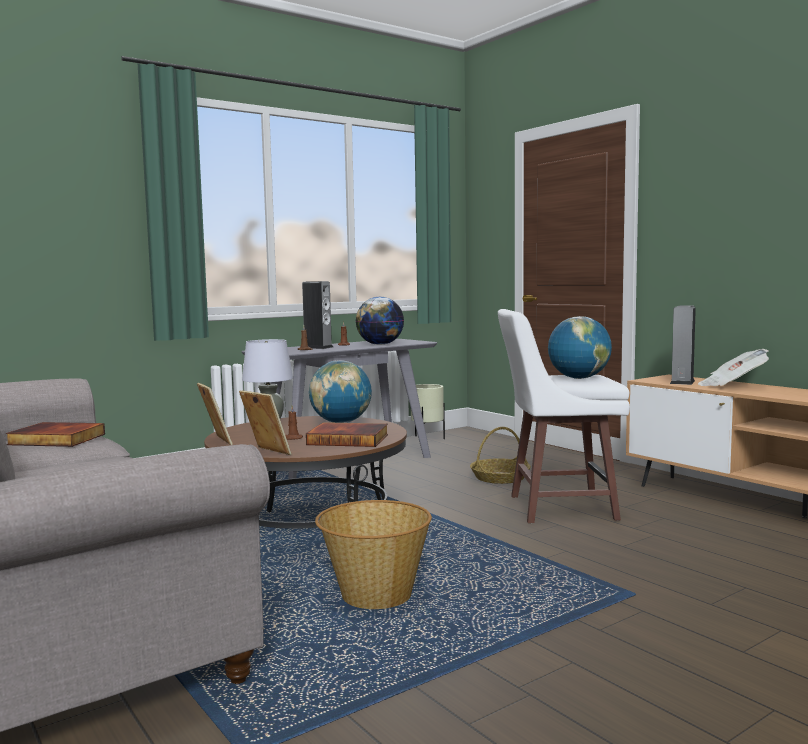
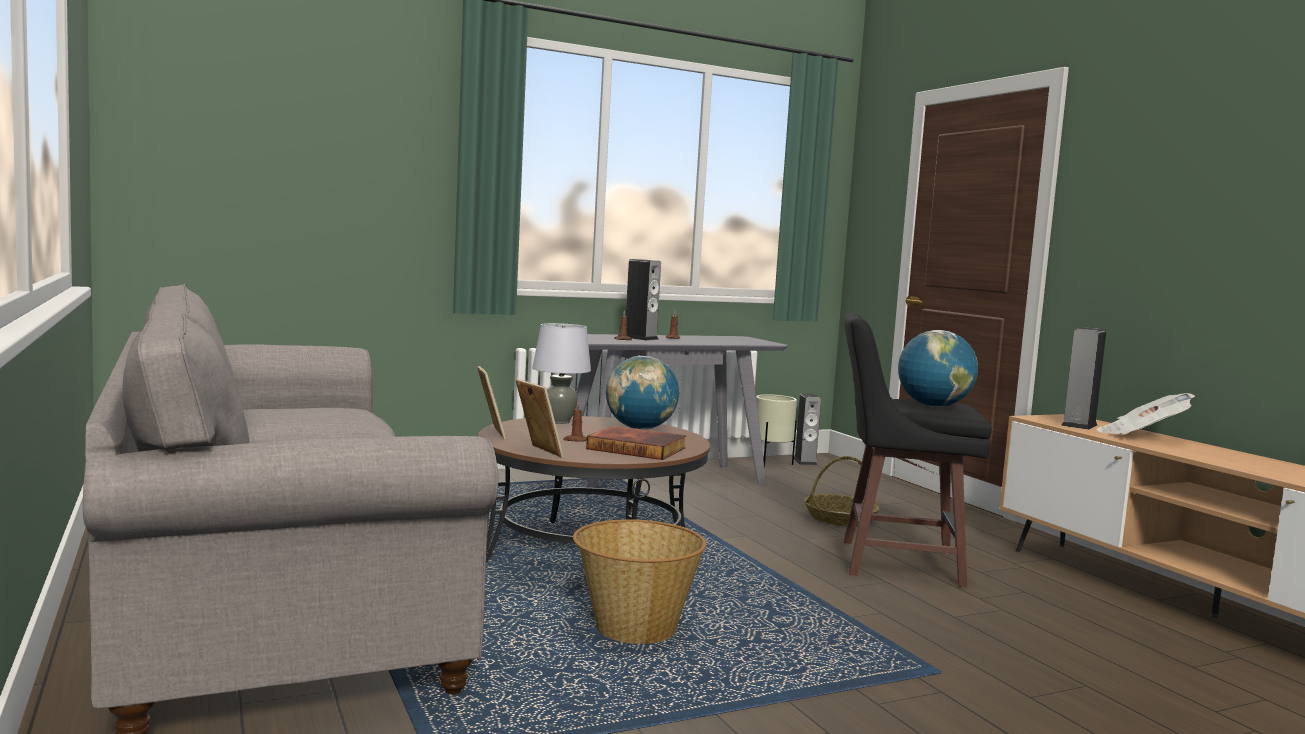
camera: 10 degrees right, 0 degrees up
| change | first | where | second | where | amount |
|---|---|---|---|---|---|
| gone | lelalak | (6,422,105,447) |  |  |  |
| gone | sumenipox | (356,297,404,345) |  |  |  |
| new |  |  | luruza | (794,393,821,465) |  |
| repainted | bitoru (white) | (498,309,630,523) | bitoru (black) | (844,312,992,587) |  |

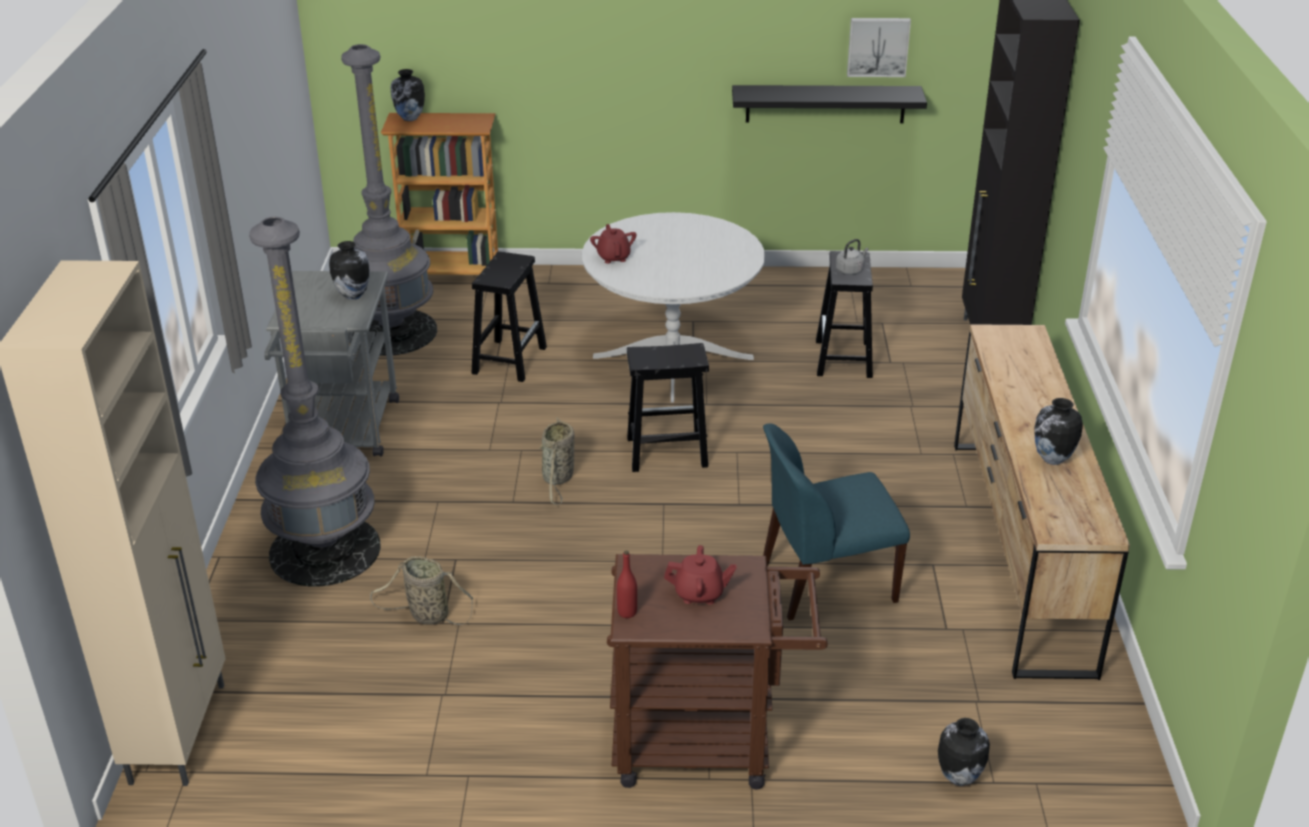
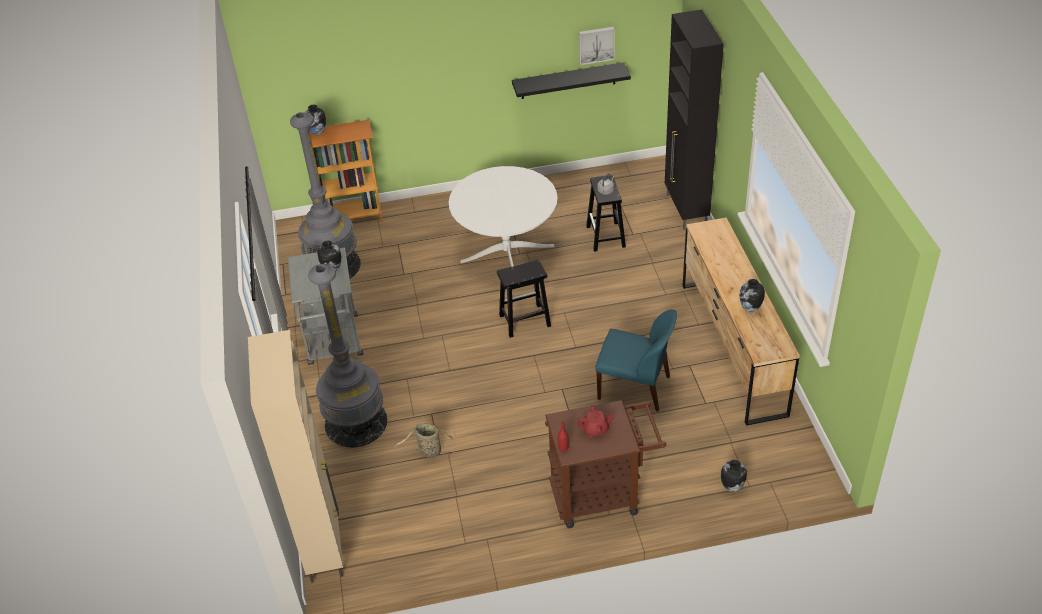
camera: 10 degrees left, 10 degrees up
| change | first | where | second | where | amount |
|---|---|---|---|---|---|
| gone | bitoru (black) | (471,252,547,382) |  |  |  |
| gone | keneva | (538,418,575,505) |  |  |  |
| gone | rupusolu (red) | (590,224,636,264) |  |  |  |
| rotated | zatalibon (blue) | (763,423,910,620) |  | (595,309,677,412) | 135 degrees counterclockwise |

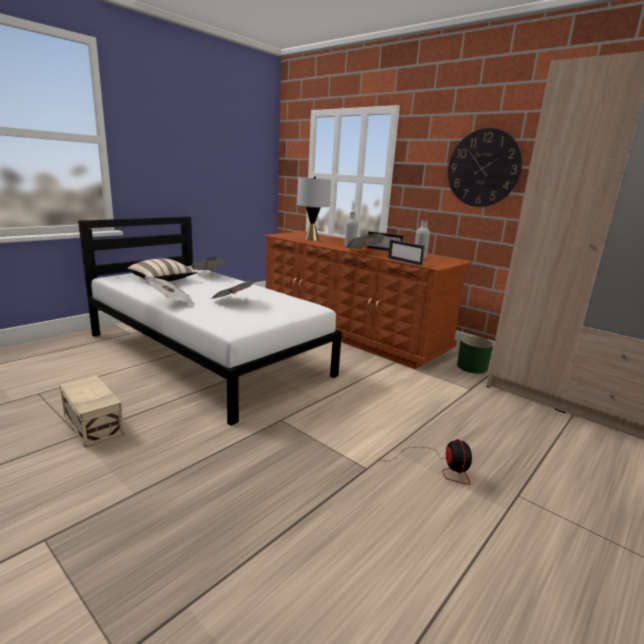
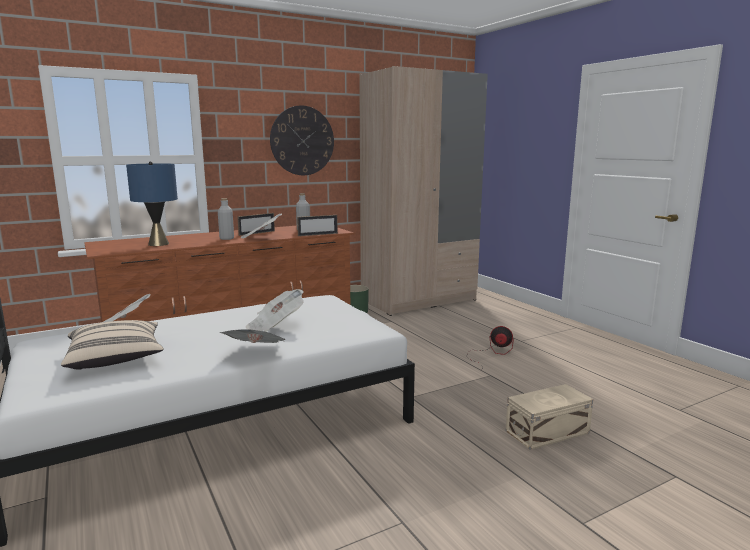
camera: 70 degrees left, 5 degrees down
| change | first | where | second | where | amount |
|---|---|---|---|---|---|
| shifted | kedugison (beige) | (60,376,124,448) |  | (506,384,593,450) |  |
| repainted | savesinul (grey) | (297,176,331,241) | savesinul (blue) | (126,161,178,246) |  |

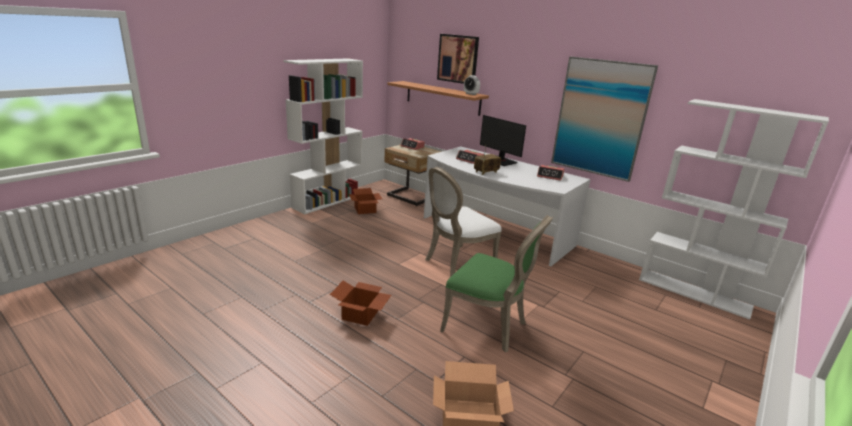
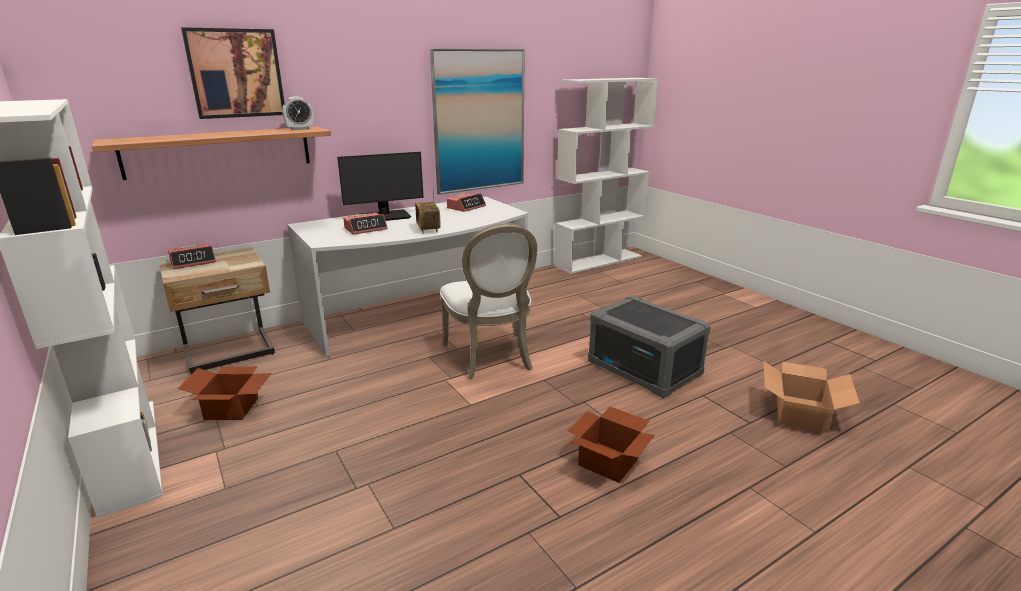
camera: 70 degrees left, 0 degrees up
| change | first | where | second | where | amount |
|---|---|---|---|---|---|
| swapped | zatalibon (green) | (440,215,553,352) | kedugison (grey) | (588,295,711,398) |  |

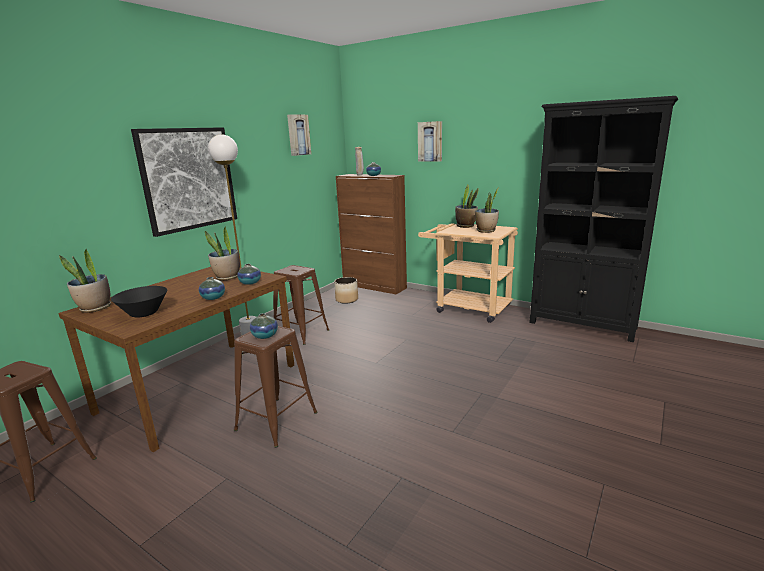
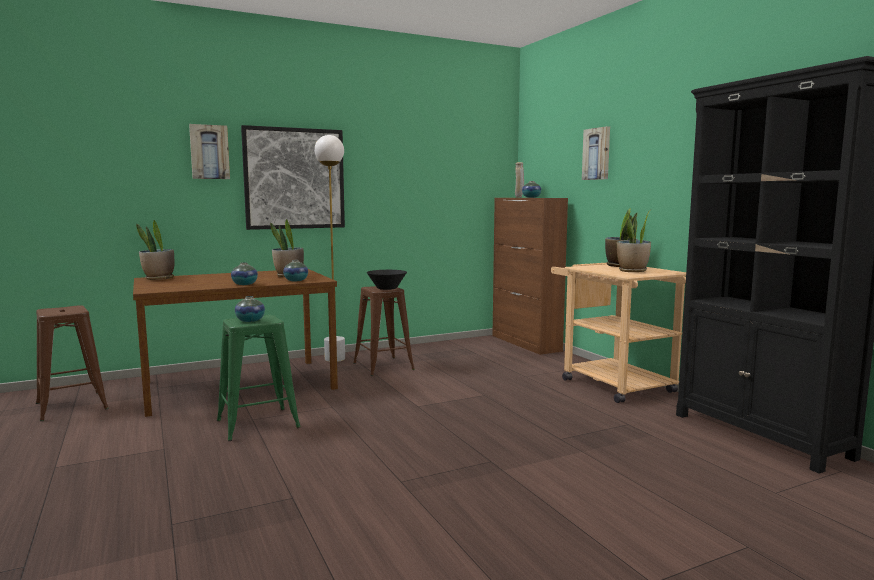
camera: 30 degrees right, 10 degrees down
| change | first | where | second | where | amount |
|---|---|---|---|---|---|
| gone | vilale | (334,277,358,304) |  |  |  |
| shifted | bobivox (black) | (111,286,167,317) |  | (367,270,407,290) |  |
| shifted | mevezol | (287,114,311,156) |  | (189,124,230,179) |  |
| repainted | bitoru (brown) | (234,326,317,448) | bitoru (green) | (217,315,301,441) |  |

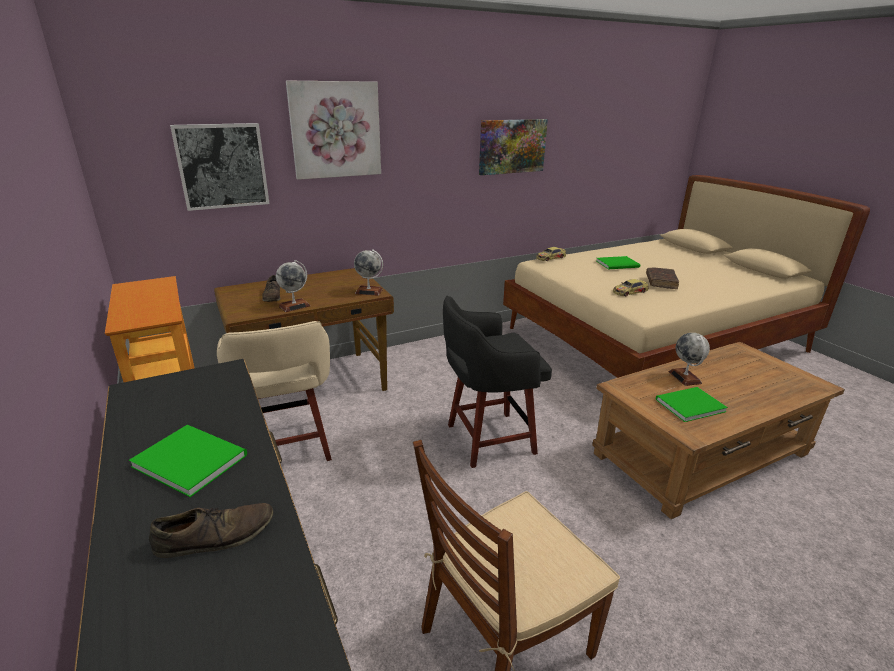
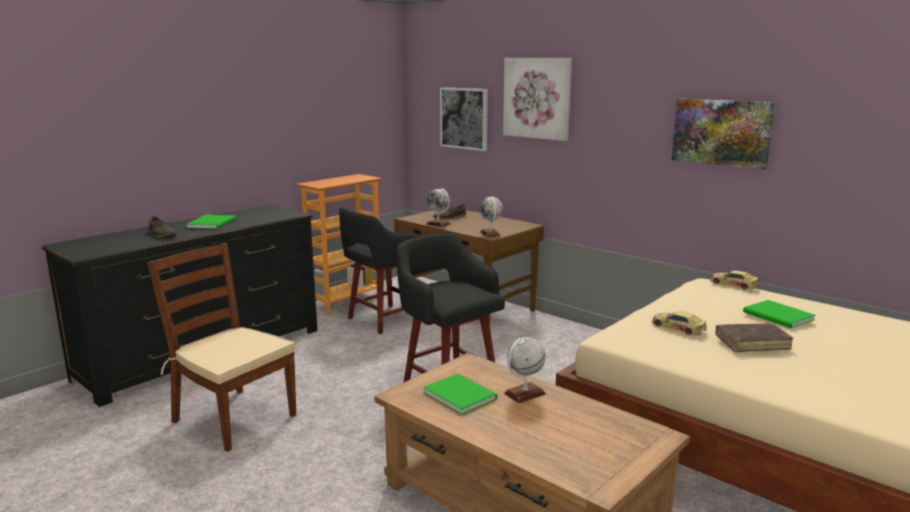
camera: 70 degrees right, 10 degrees down
| change | first | where | second | where | amount |
|---|---|---|---|---|---|
| repainted | bitoru (beige) | (217,321,332,461) | bitoru (black) | (339,207,418,334) |  |

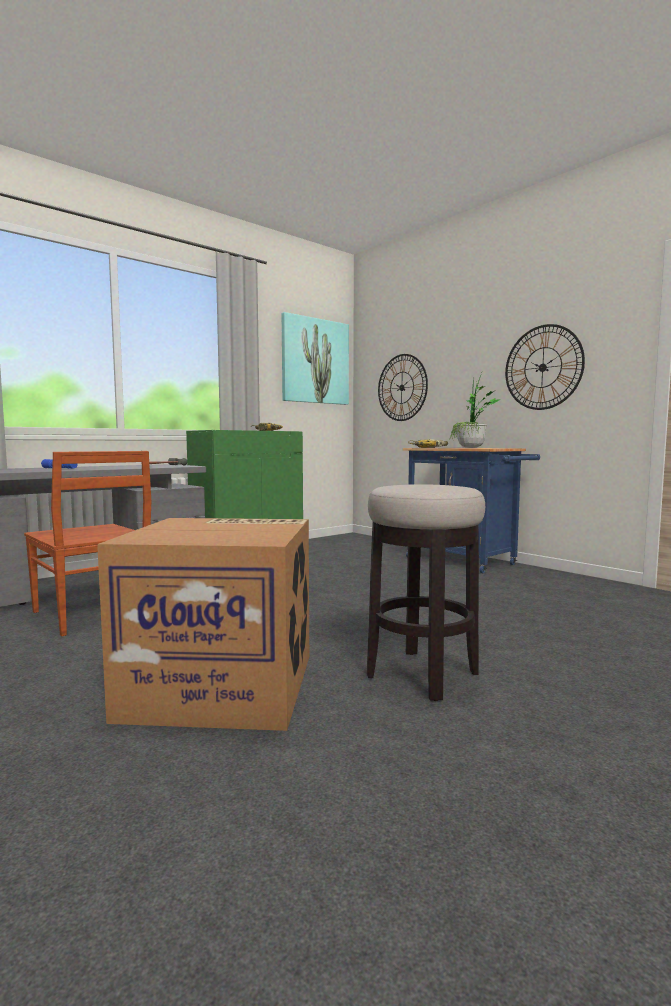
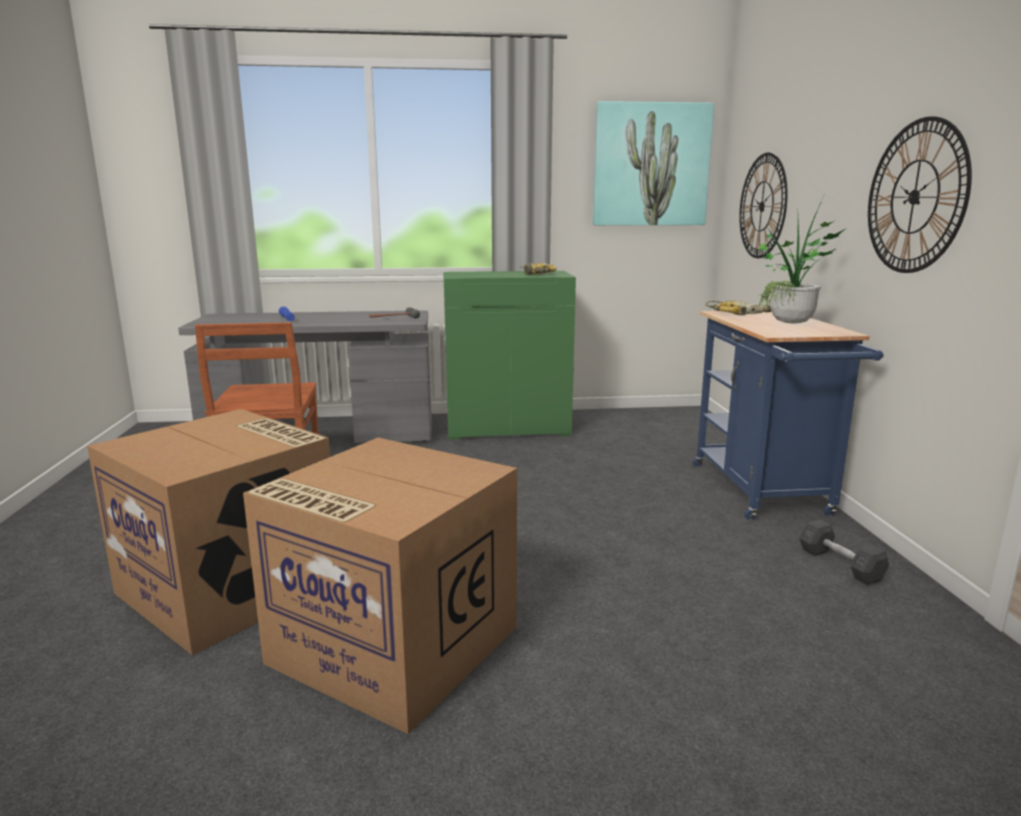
camera: 35 degrees right, 10 degrees up
| change | first | where | second | where | amount |
|---|---|---|---|---|---|
| new |  |  | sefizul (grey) | (799,520,889,585) |  |
| swapped | bitoru | (367,484,485,701) | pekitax | (243,438,517,734) |  |

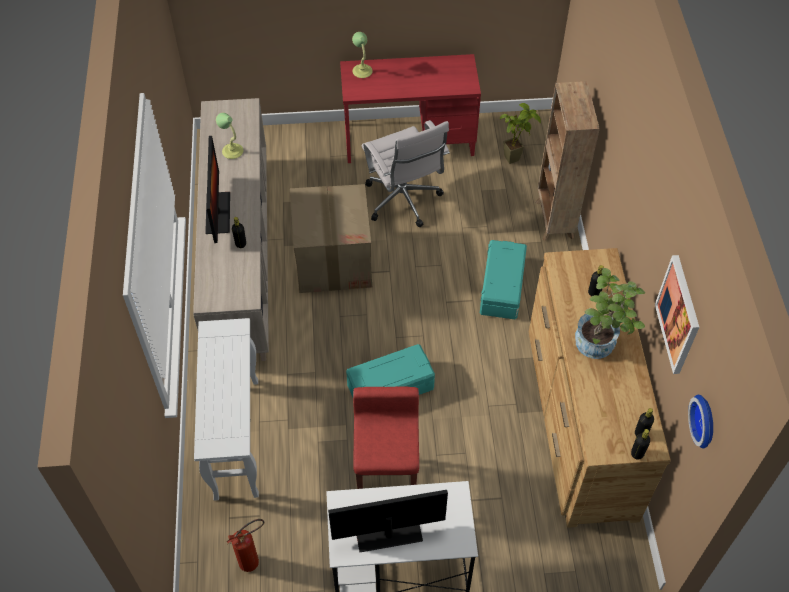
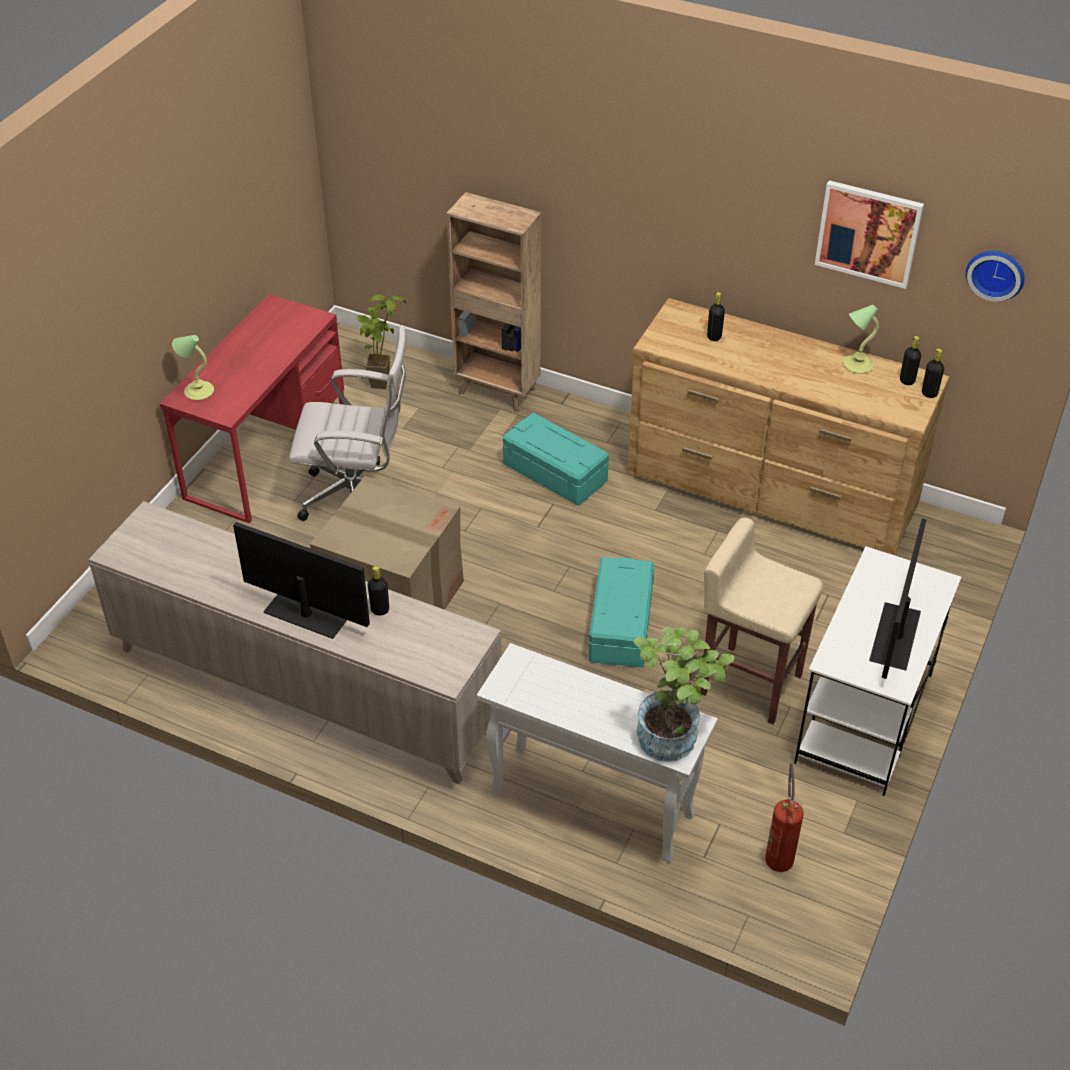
camera: 60 degrees left, 10 degrees down
| change | first | where | second | where | amount |
|---|---|---|---|---|---|
| shifted | savesinul | (216,113,243,159) |  | (843,305,879,373) |  |
| shifted | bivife | (575,268,645,359) |  | (634,627,734,762) |  |
| repainted | bitoru (red) | (353,387,419,489) | bitoru (beige) | (700,518,823,724) |  |

